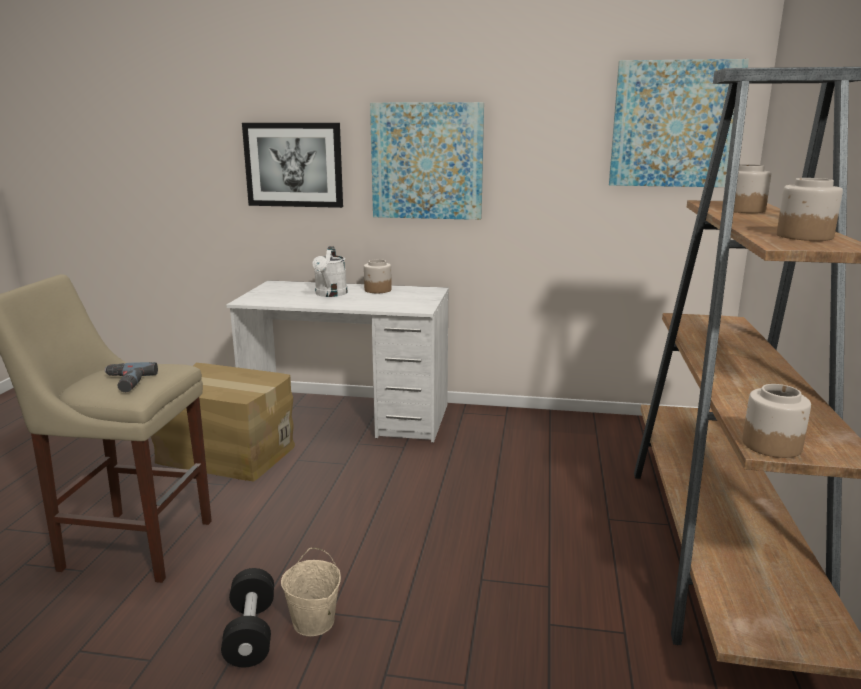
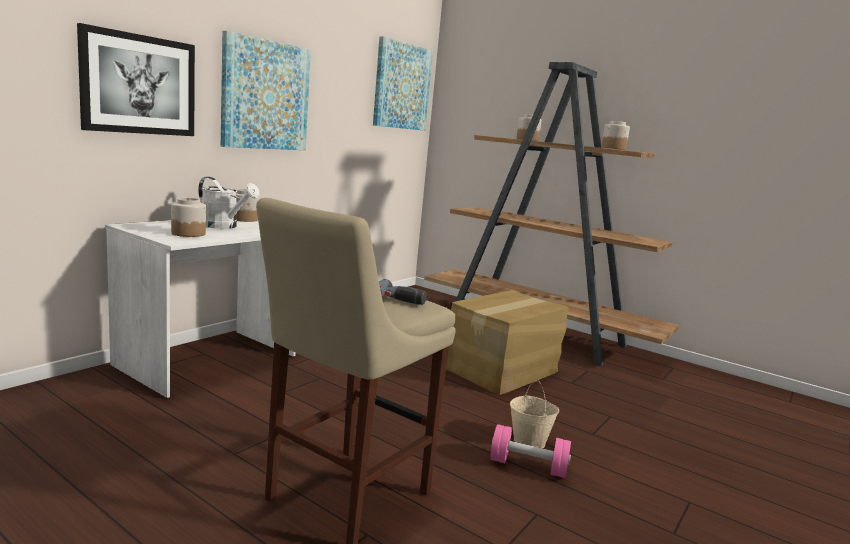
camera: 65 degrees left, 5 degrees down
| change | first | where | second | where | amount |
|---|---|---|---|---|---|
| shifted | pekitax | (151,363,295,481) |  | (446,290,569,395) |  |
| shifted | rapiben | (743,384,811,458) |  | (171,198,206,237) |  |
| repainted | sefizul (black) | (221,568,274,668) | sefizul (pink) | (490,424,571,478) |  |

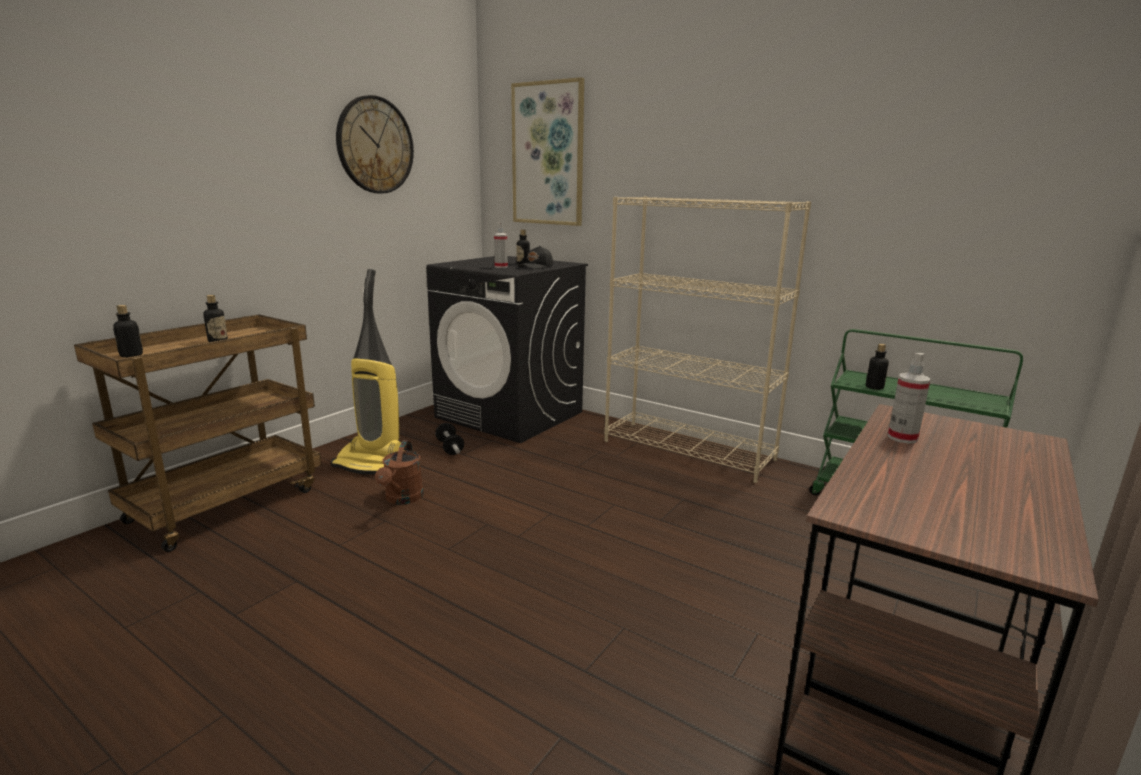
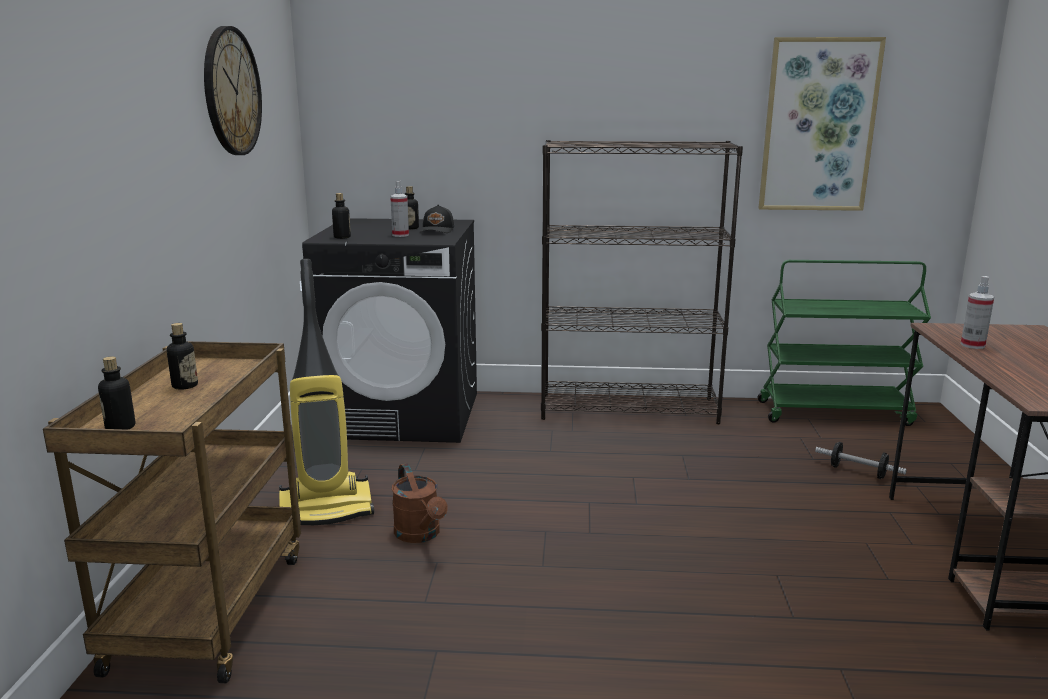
camera: 30 degrees left, 0 degrees up
| change | first | where | second | where | amount |
|---|---|---|---|---|---|
| shifted | sefizul | (435,423,464,455) |  | (815,442,907,479) |  |
| shifted | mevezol | (511,77,584,226) |  | (758,37,886,211) |  |
| shifted | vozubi | (866,344,889,390) |  | (332,193,351,239) |  |
| repainted | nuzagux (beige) | (604,196,811,483) | nuzagux (black) | (541,140,743,424) |  |

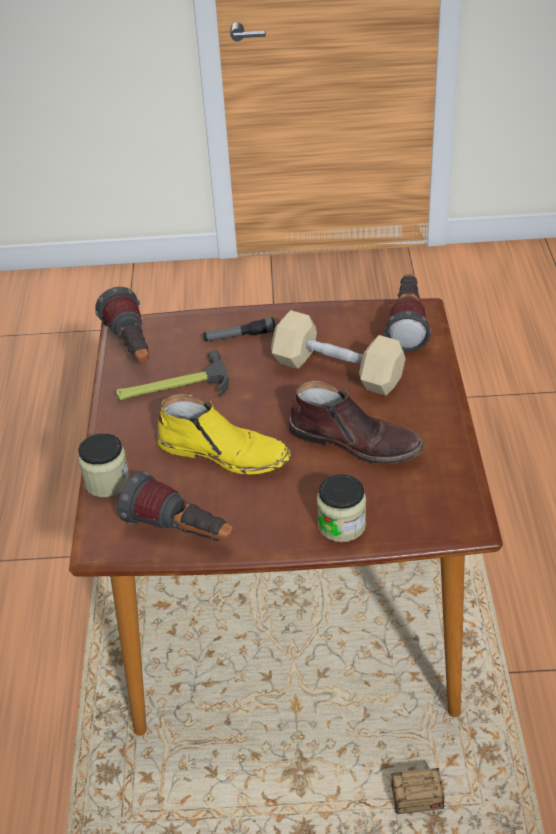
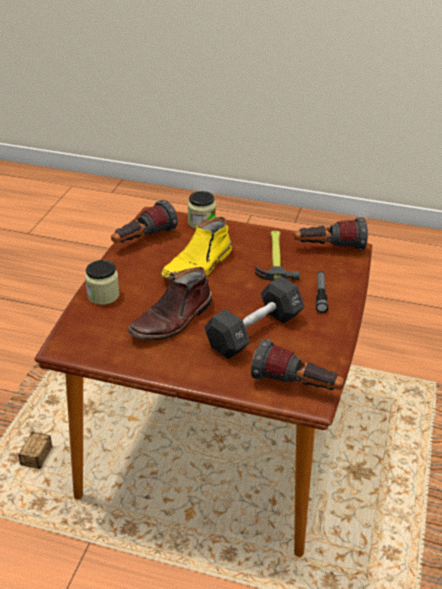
camera: 105 degrees right, 5 degrees down
| change | first | where | second | where | amount |
|---|---|---|---|---|---|
| repainted | sefizul (beige) | (271,310,406,396) | sefizul (black) | (205,276,305,359) |  |

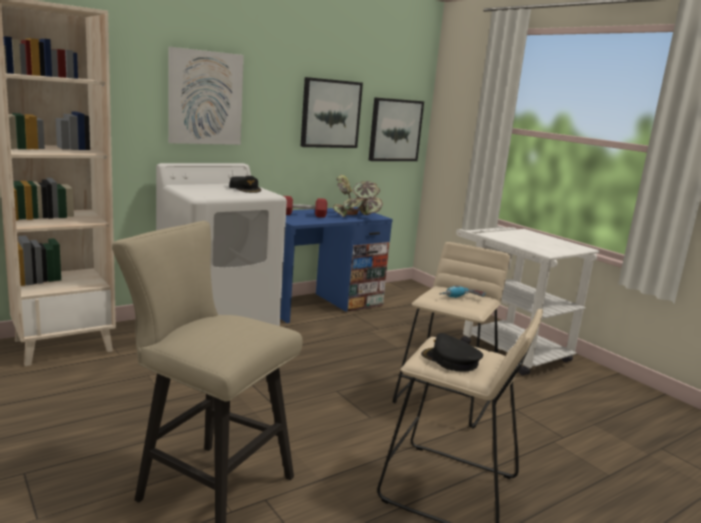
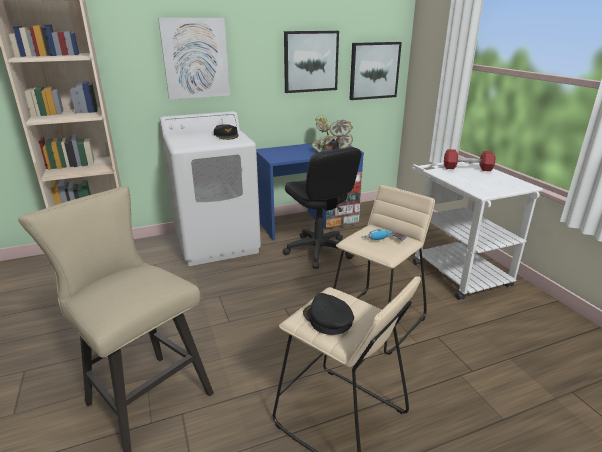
camera: 15 degrees right, 10 degrees up
| change | first | where | second | where | amount |
|---|---|---|---|---|---|
| new |  |  | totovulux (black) | (283,147,362,269) |  |
| shifted | sefizul (red) | (284,196,327,218) |  | (444,149,496,171) |  |

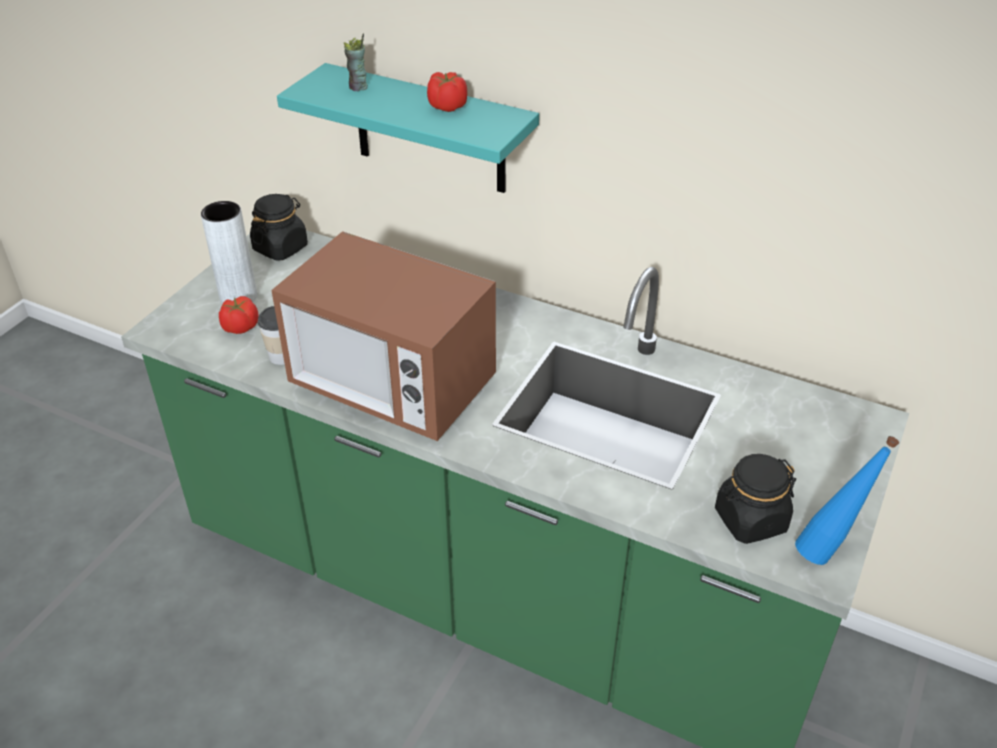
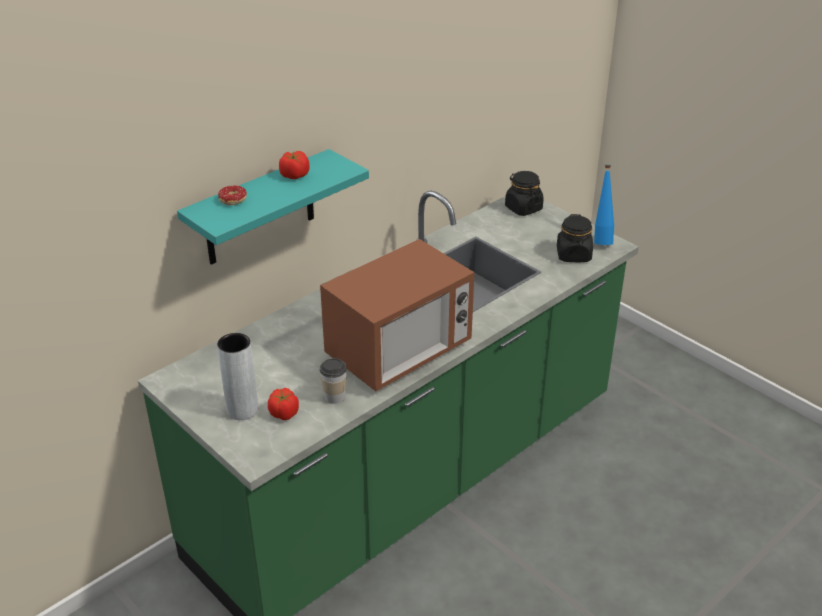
camera: 70 degrees left, 5 degrees down
| change | first | where | second | where | amount |
|---|---|---|---|---|---|
| shifted | rapiben (black) | (250,194,308,261) |  | (505,171,544,216) |  |
| swapped | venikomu | (344,33,368,91) | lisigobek | (218,185,247,205) |  |

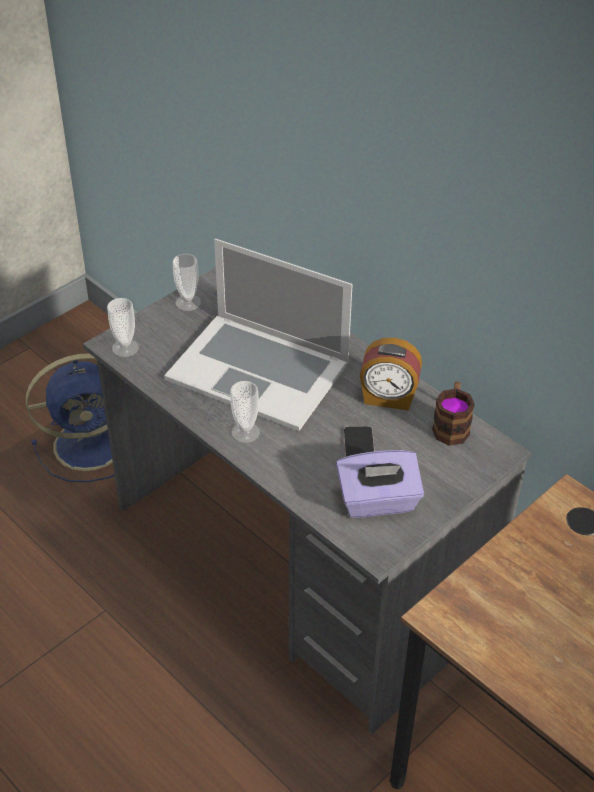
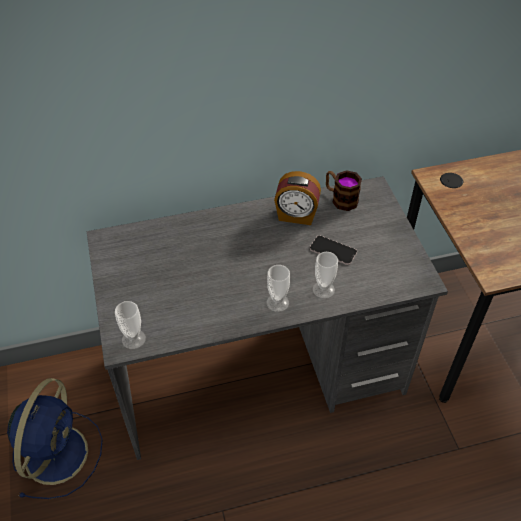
camera: 60 degrees left, 5 degrees up
| change | first | where | second | where | amount |
|---|---|---|---|---|---|
| gone | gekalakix | (164,239,353,431) |  |  |  |
| gone | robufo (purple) | (336,450,424,518) |  |  |  |
| shifted | venikomu | (173,254,201,311) |  | (313,252,338,299) |  |
| rotated | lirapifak | (360,338,422,410) |  | (274,171,321,225) | 60 degrees clockwise |

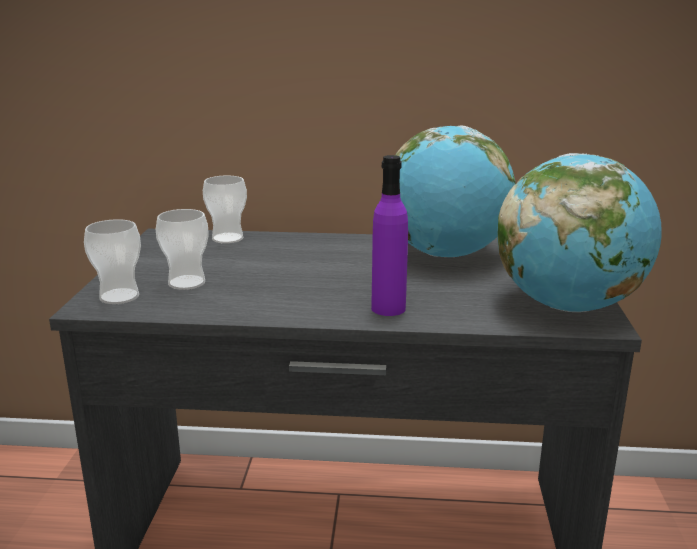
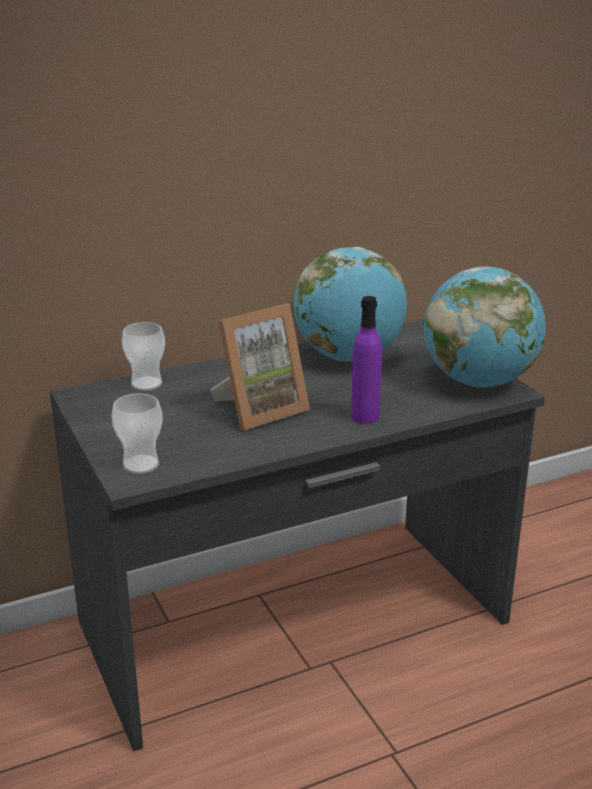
camera: 30 degrees left, 5 degrees up
| change | first | where | second | where | amount |
|---|---|---|---|---|---|
| gone | venikomu | (156,209,209,290) |  |  |  |
| new |  |  | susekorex | (210,304,310,431) |  |

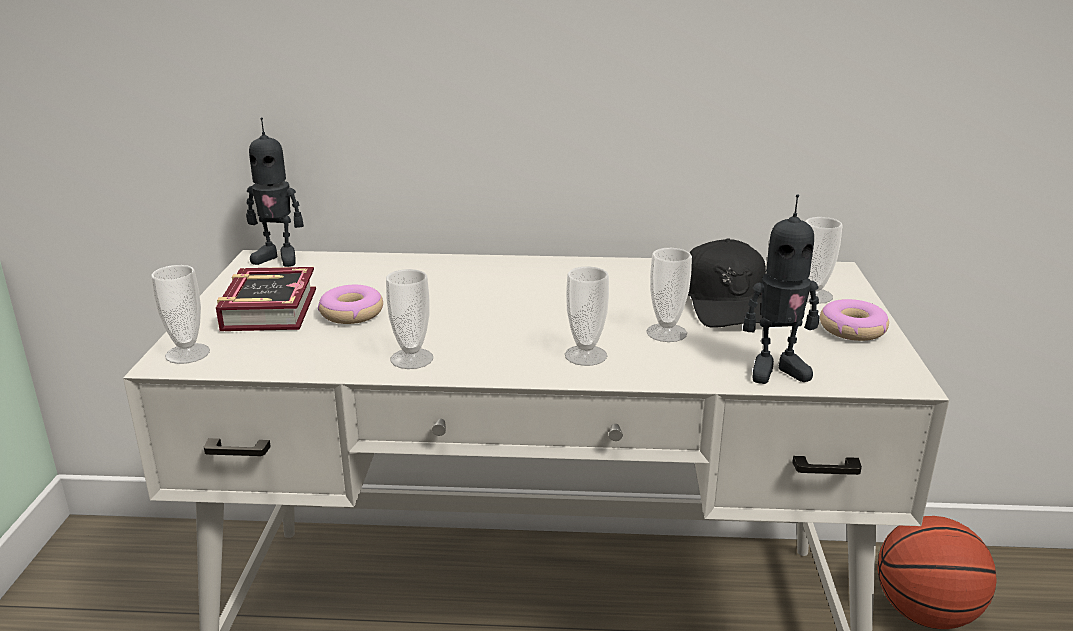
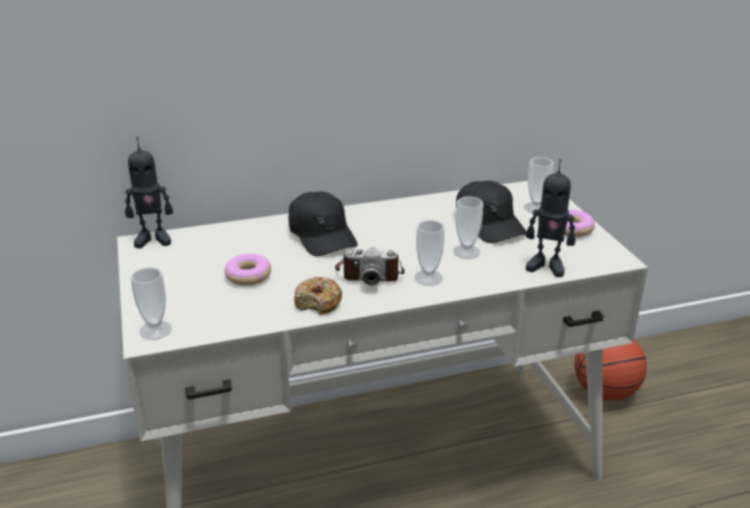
camera: 20 degrees left, 5 degrees up
| change | first | where | second | where | amount |
|---|---|---|---|---|---|
| gone | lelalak | (216,267,316,331) |  |  |  |
| new |  |  | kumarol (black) | (288,192,358,256) |  |
| new |  |  | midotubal | (335,247,405,286) |  |
| swapped | venikomu | (386,269,433,369) | lisigobek | (294,277,343,315) |  |
| rotated | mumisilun | (743,194,819,384) |  | (526,159,575,277) | 45 degrees clockwise |

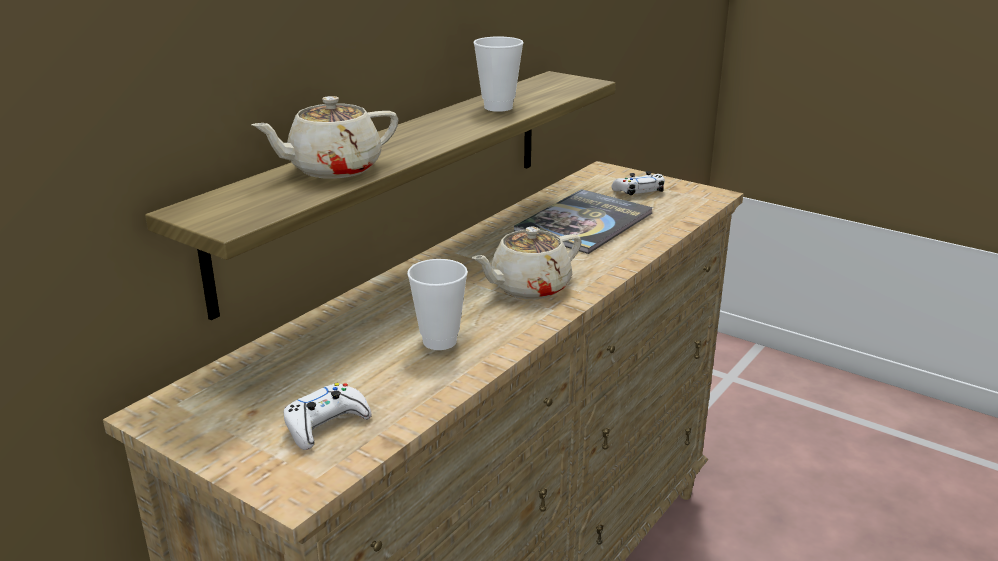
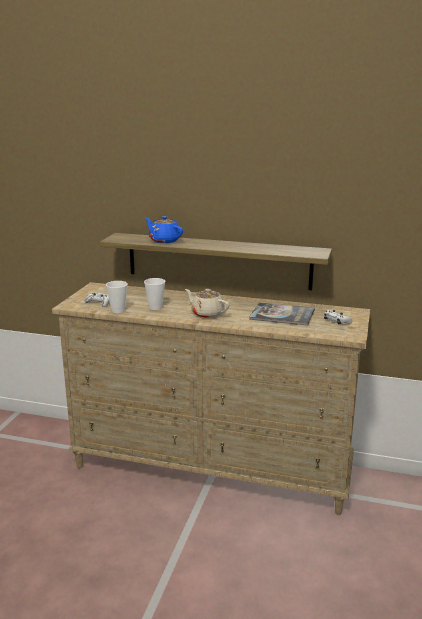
camera: 70 degrees right, 5 degrees down
| change | first | where | second | where | amount |
|---|---|---|---|---|---|
| shifted | venikomu | (473,36,523,112) |  | (106,281,128,313) |  |
| repainted | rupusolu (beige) | (252,96,399,179) | rupusolu (blue) | (145,216,183,243) |  |

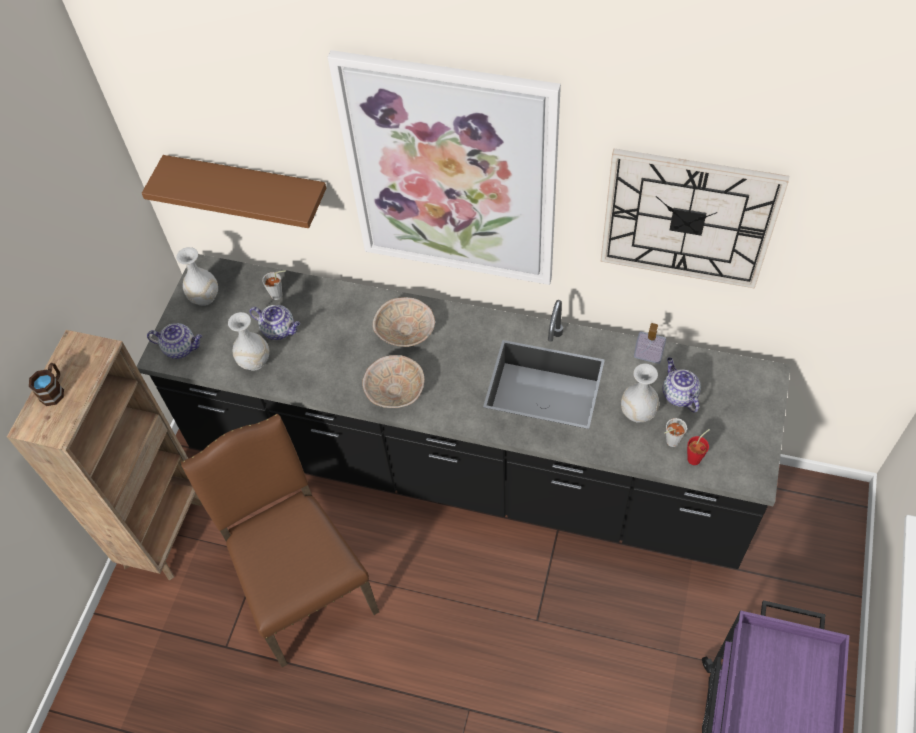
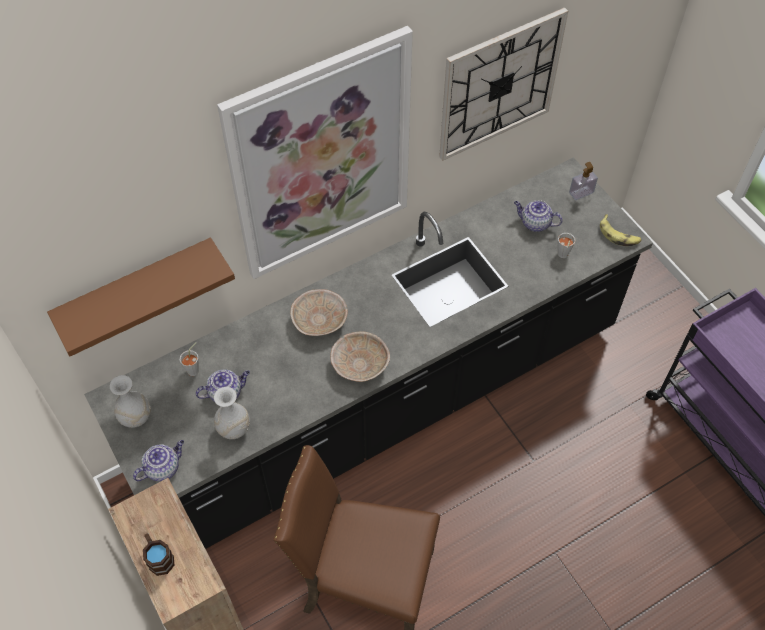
camera: 50 degrees left, 0 degrees up
| change | first | where | second | where | amount |
|---|---|---|---|---|---|
| gone | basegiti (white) | (621,364,659,423) |  |  |  |
| gone | venikomu (red) | (687,429,710,465) |  |  |  |
| new |  |  | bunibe | (600,214,641,246) |  |
| shifted | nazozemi | (634,323,666,364) |  | (569,162,598,200) |  |

